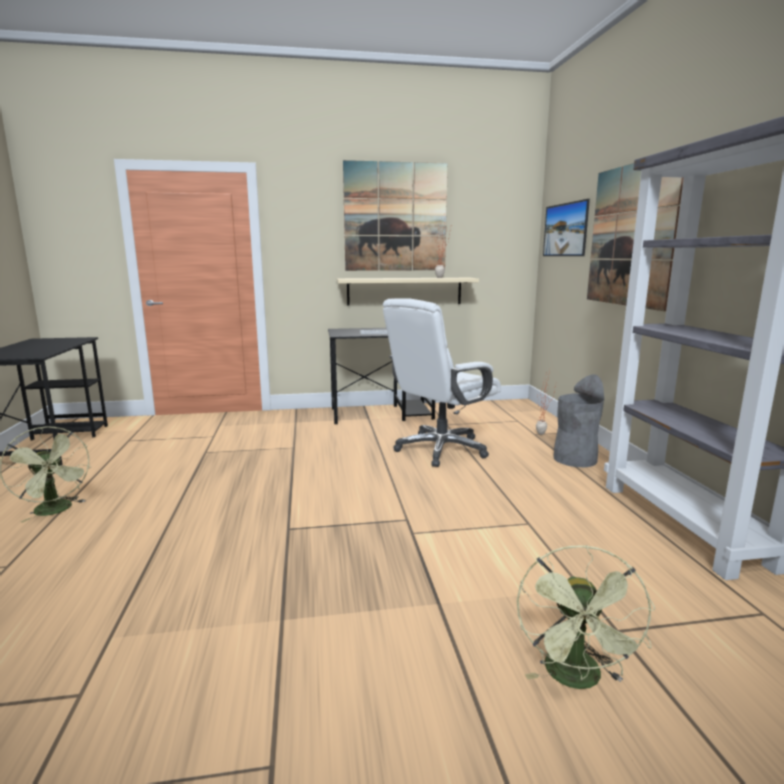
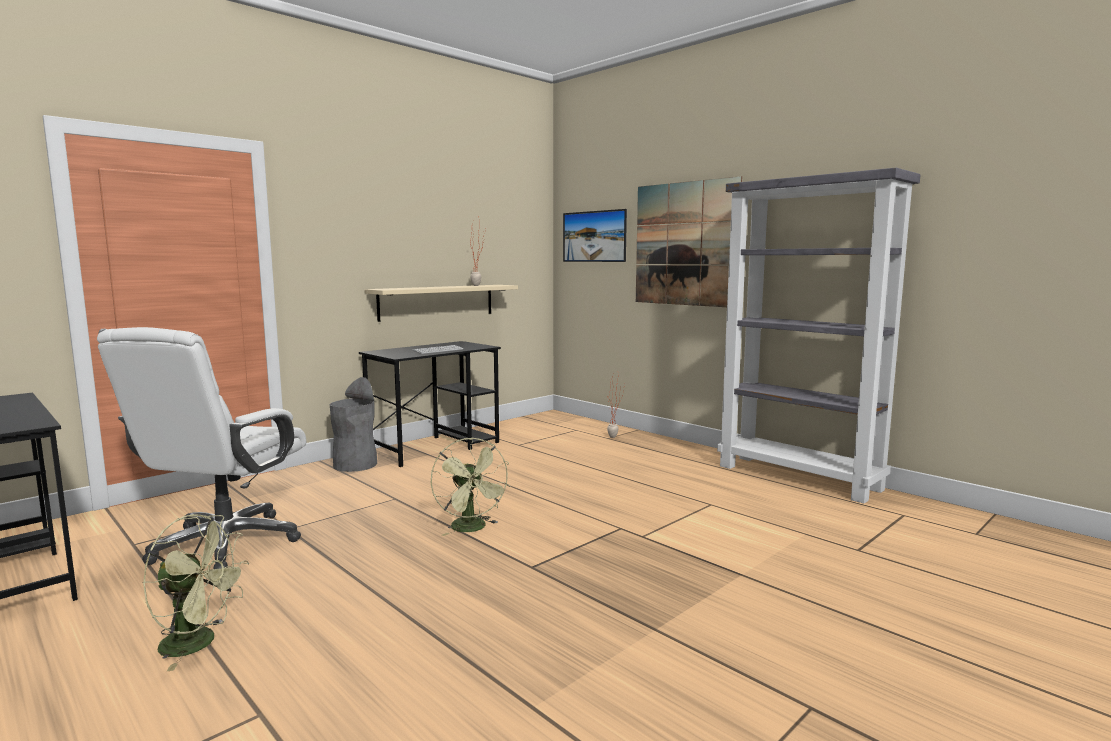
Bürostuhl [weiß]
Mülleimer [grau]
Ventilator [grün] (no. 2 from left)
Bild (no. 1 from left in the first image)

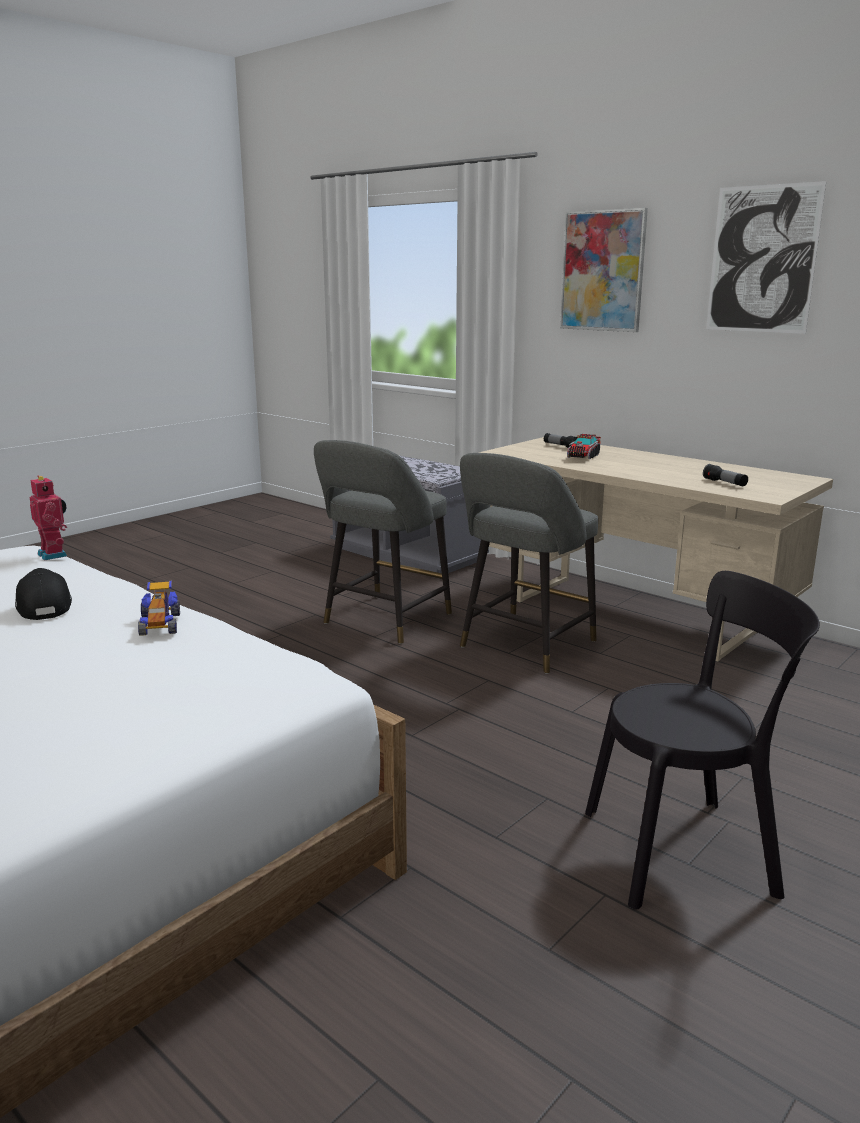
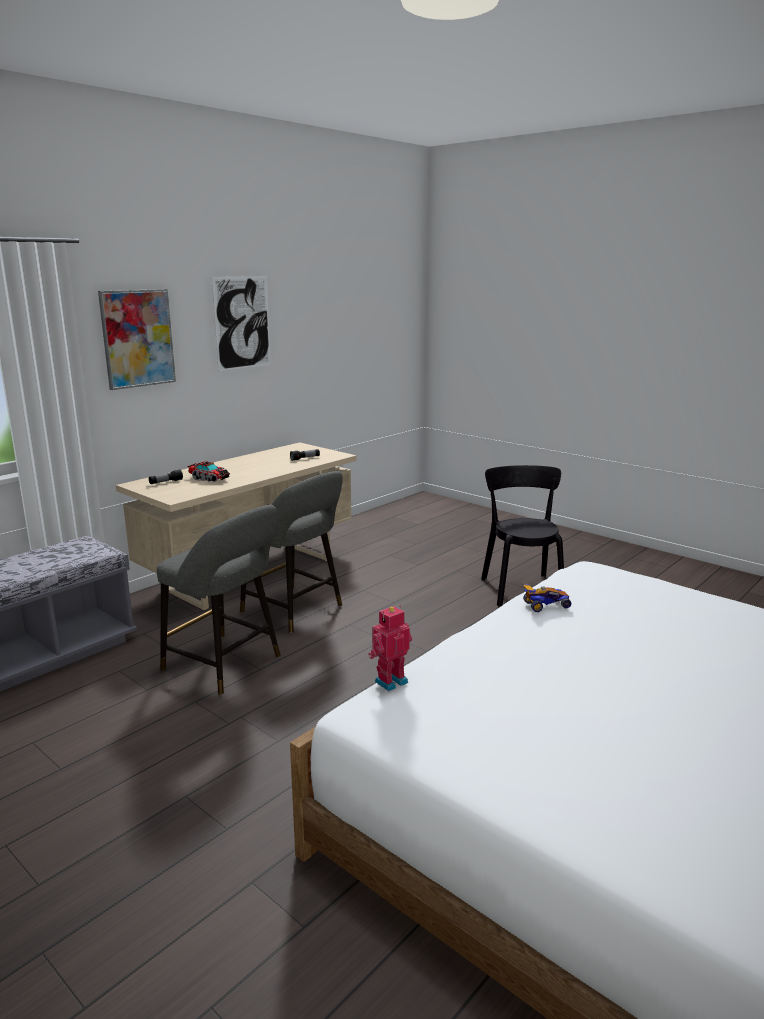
Kappe [schwarz]

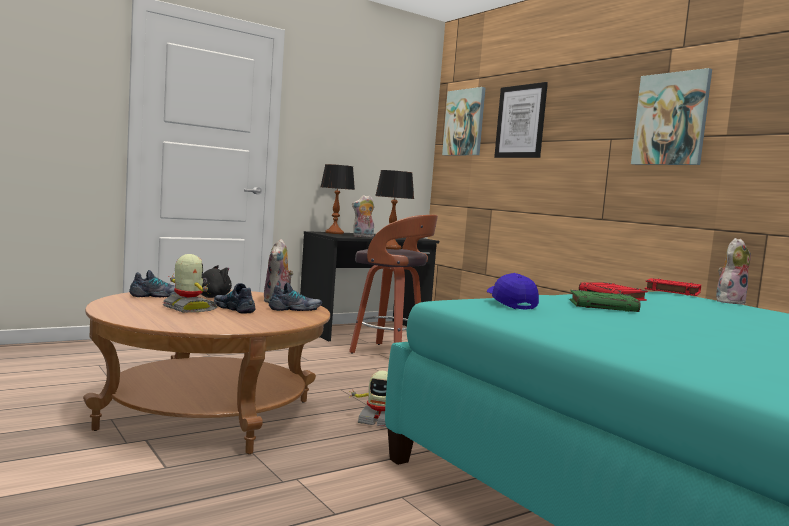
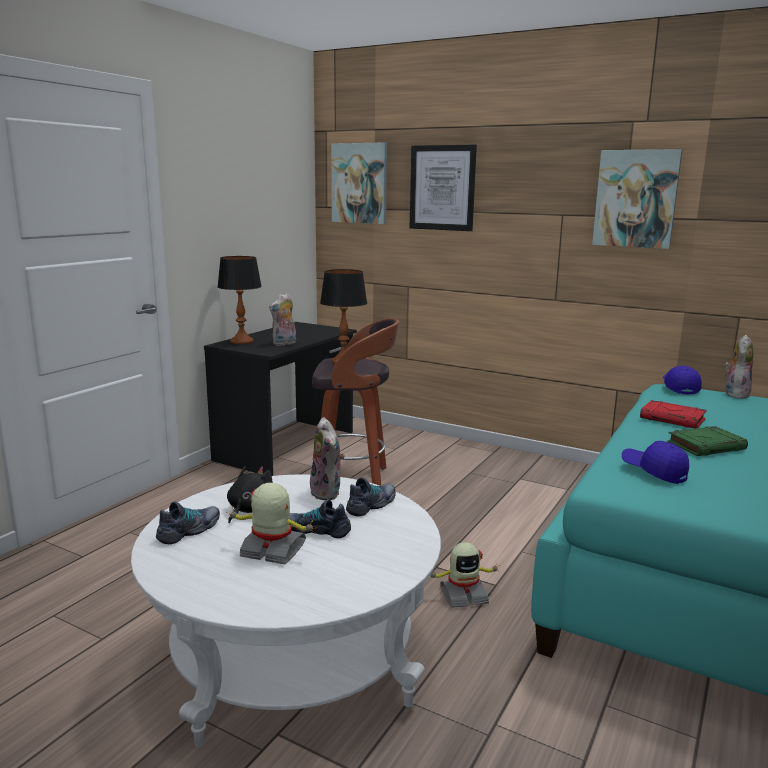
Couchtisch [weiß]
Kappe [blau] (no. 2 from left)

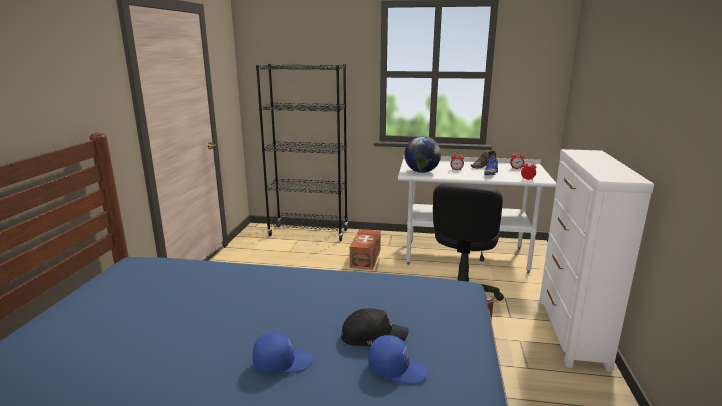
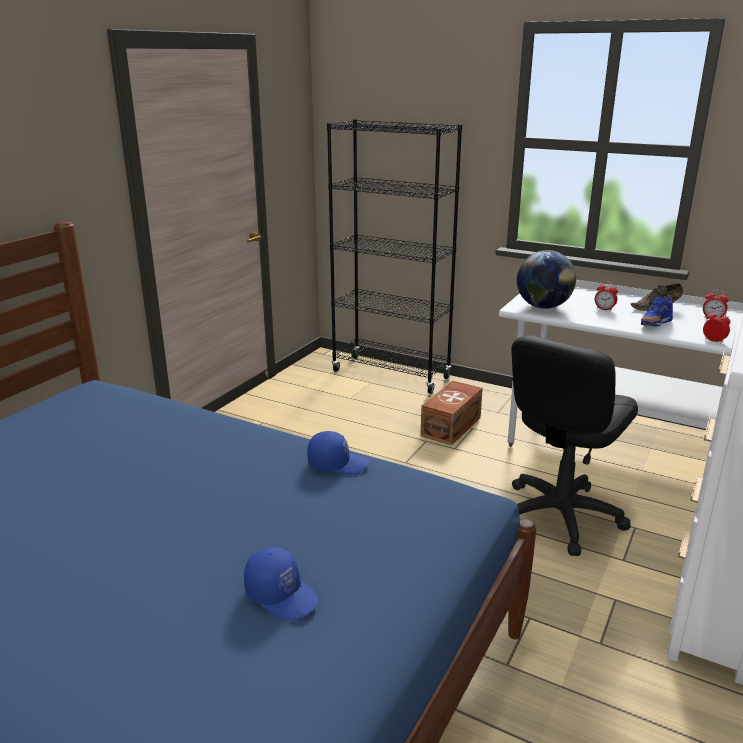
Kappe [blau] (no. 2 from left)
Kappe [schwarz]

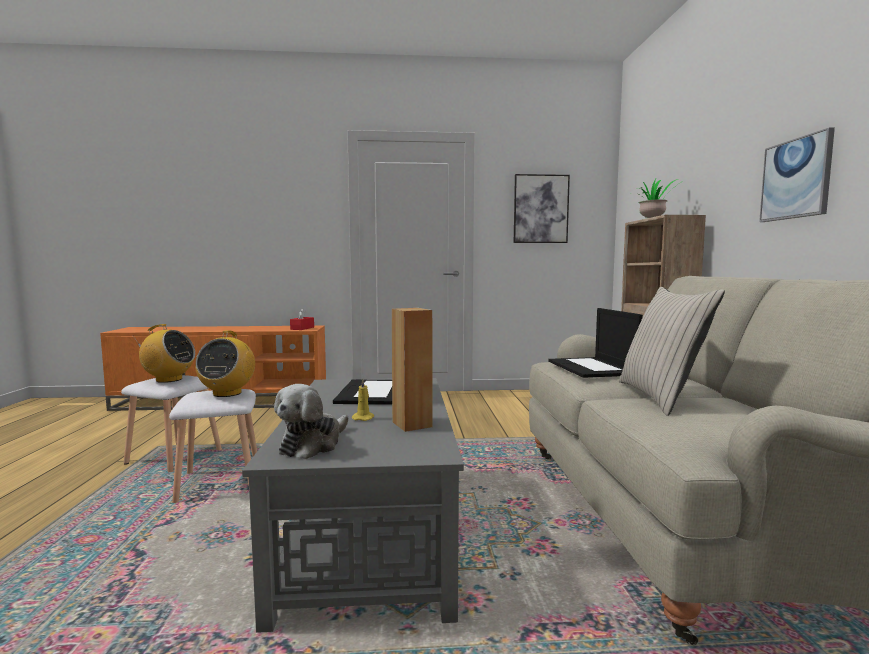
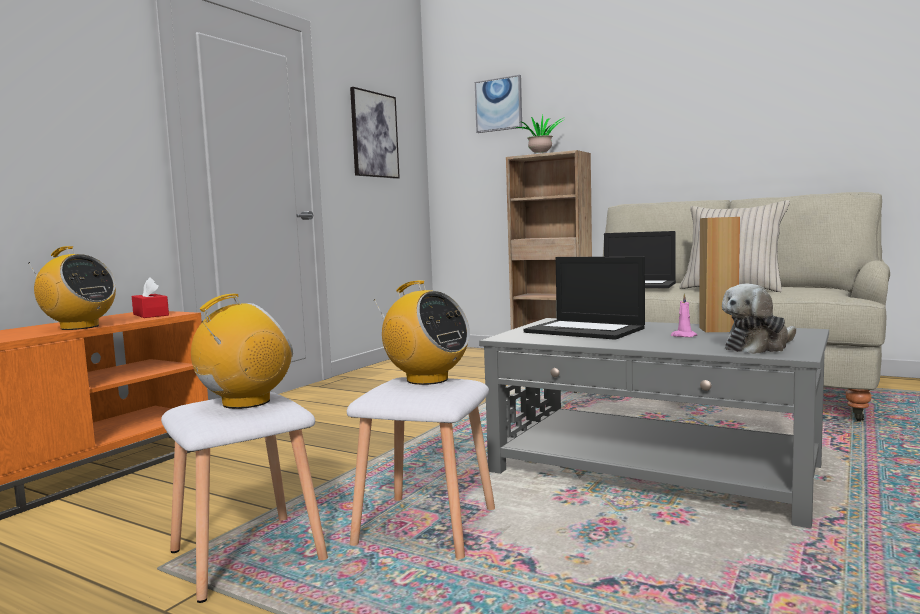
Radio (no. 1 from left)
Bild (no. 2 from left)
Kerze [rosa]
Plüschtier

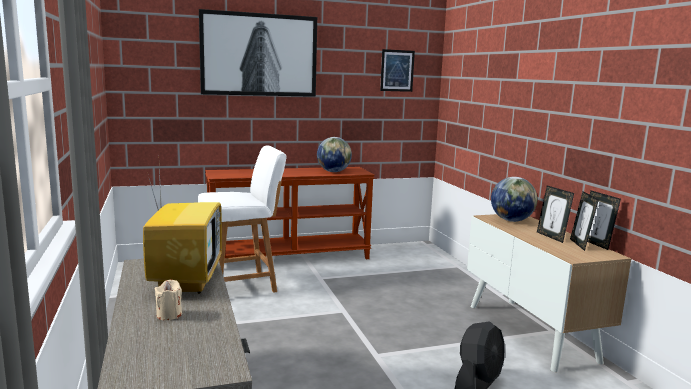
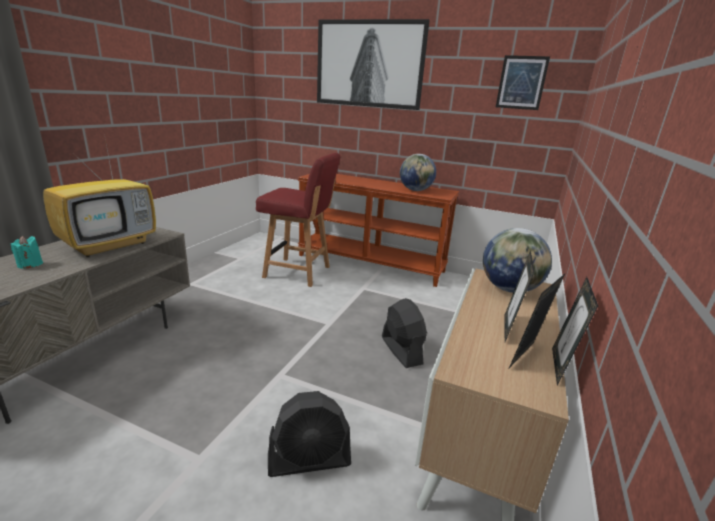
Kerze [türkis]
Stuhl [rot]
Ventilator [schwarz] (no. 2 from left)

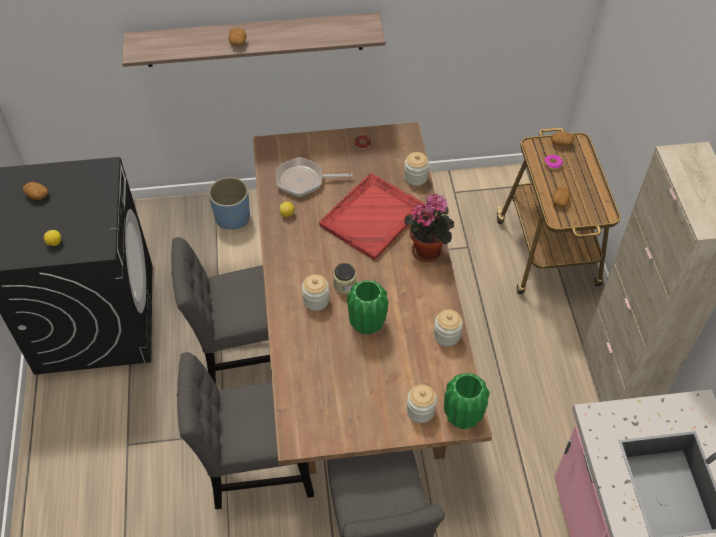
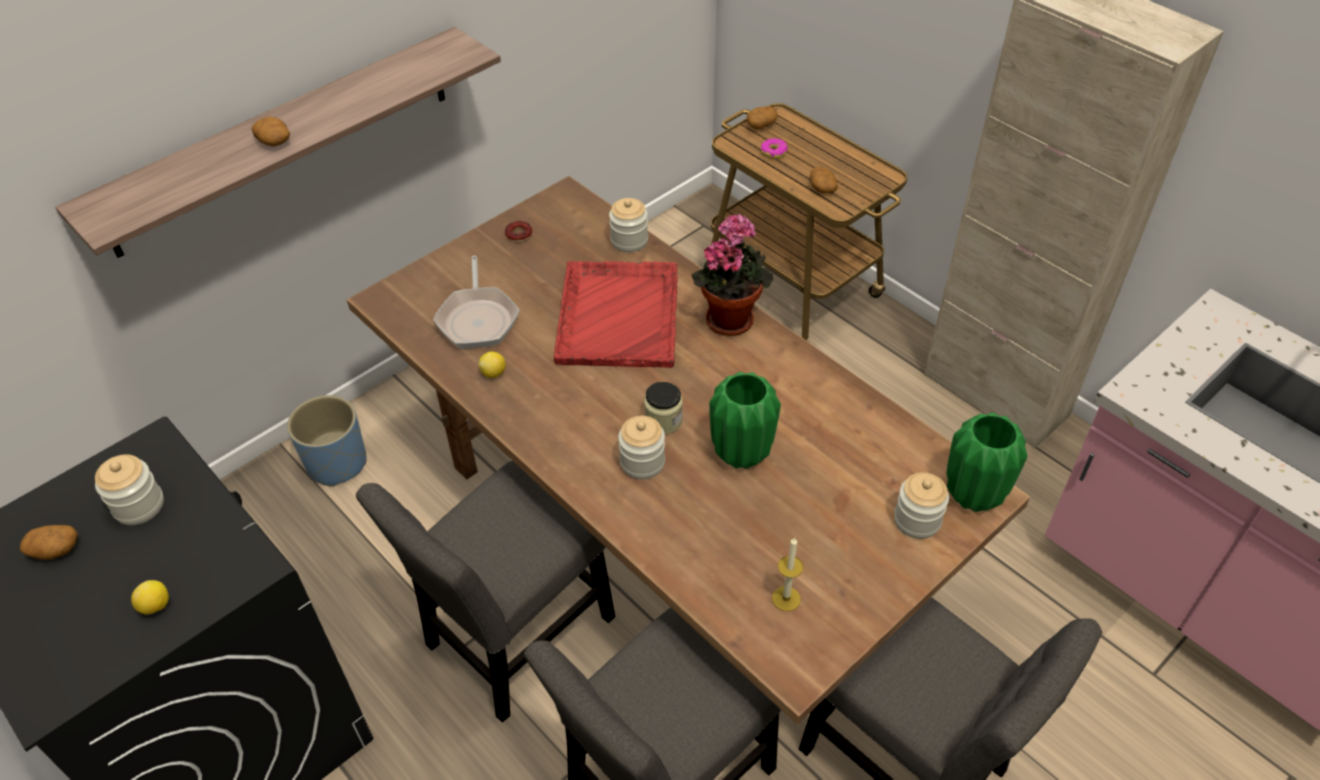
Vorratsglas (no. 1 from left)
Pfanne
Kerze

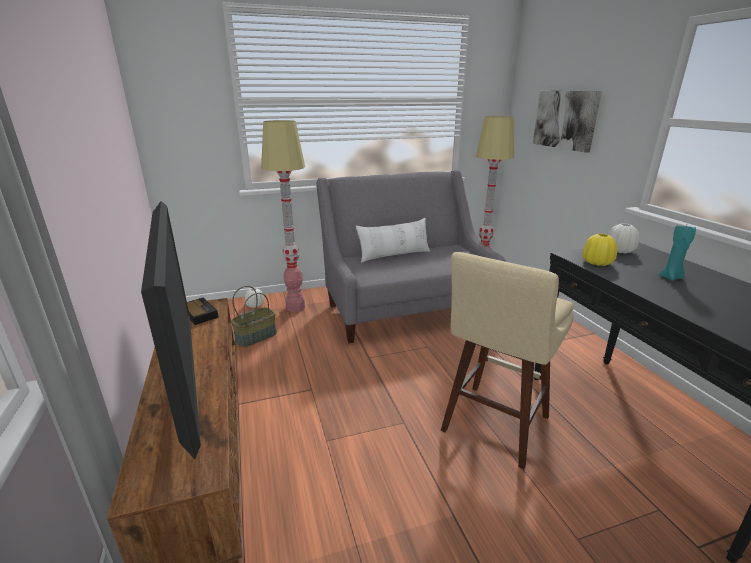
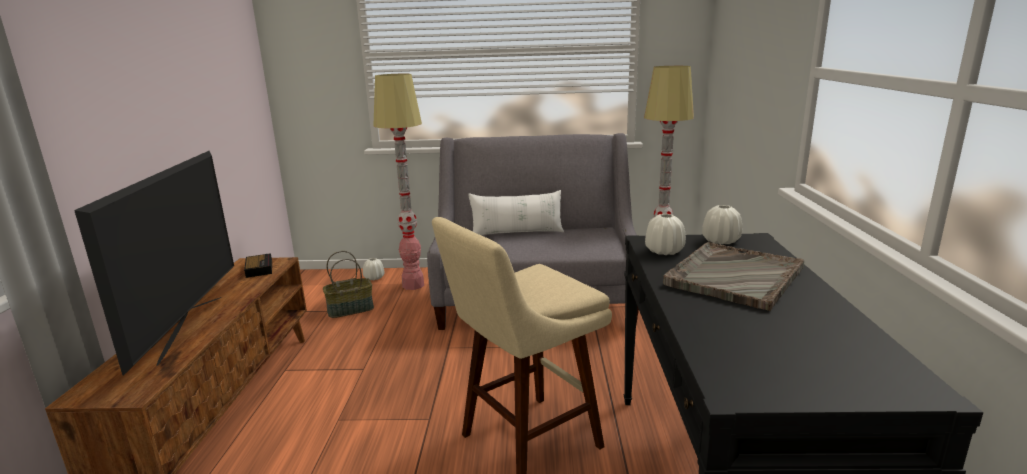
Vase [weiß] (no. 2 from left)
Tablett [grau]
Bild

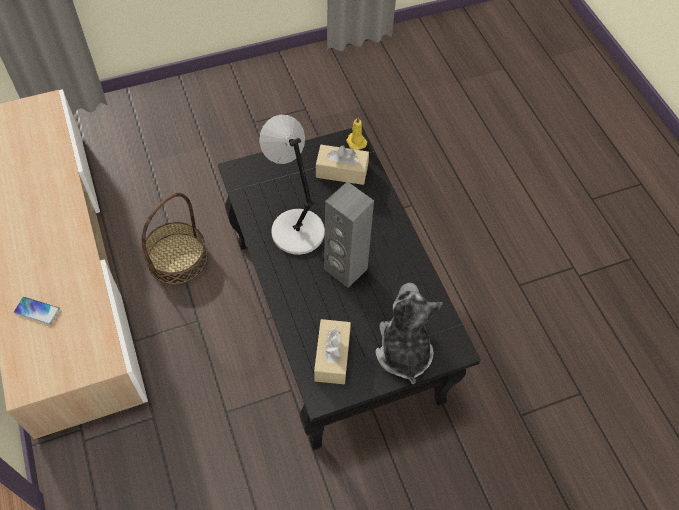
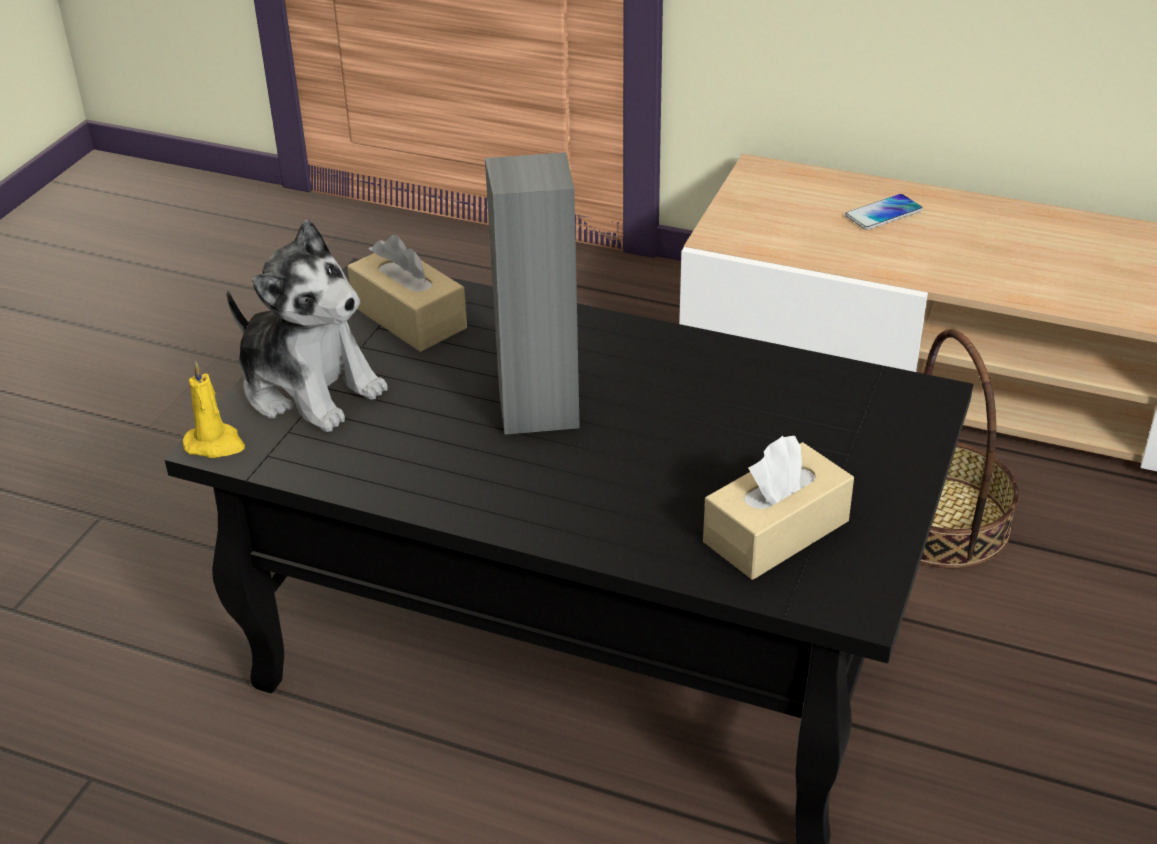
Kerze [gelb]
Tischlampe [grau]

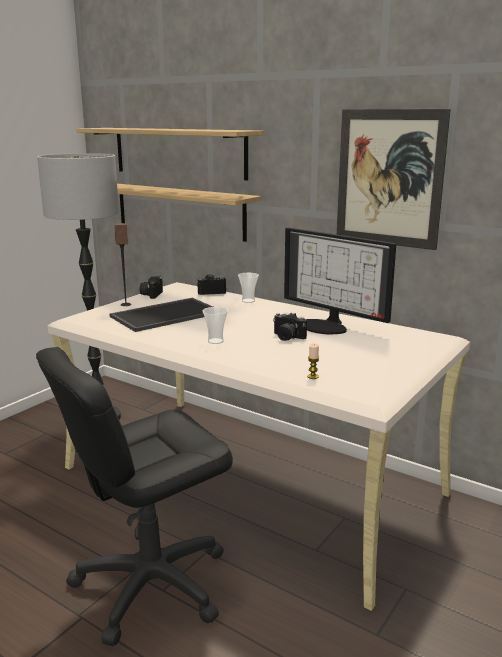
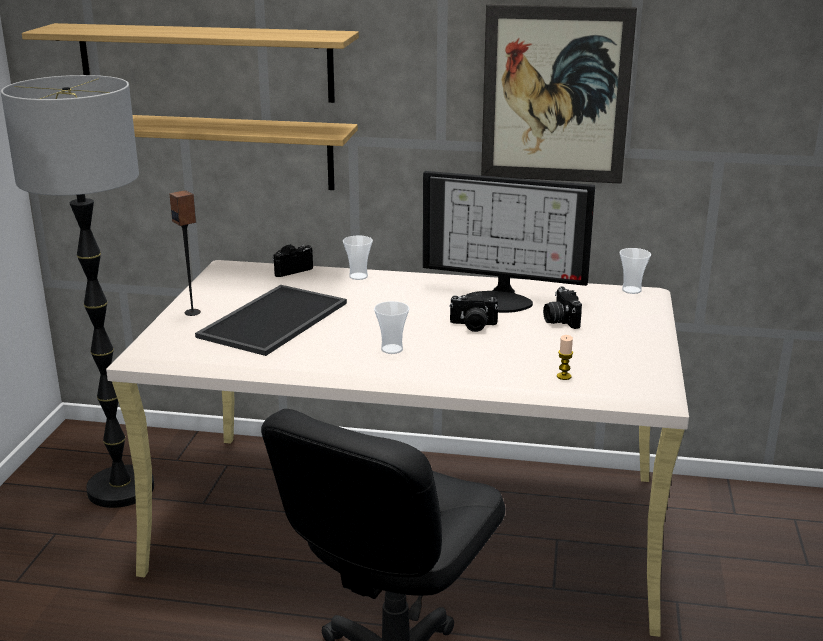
Kamera (no. 3 from left)
Tasse (no. 3 from left)

